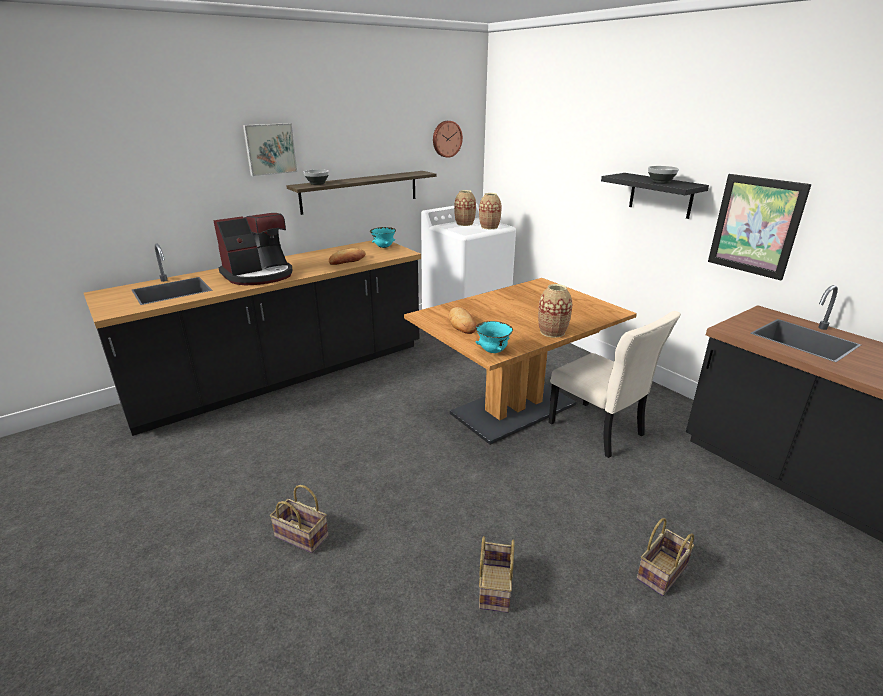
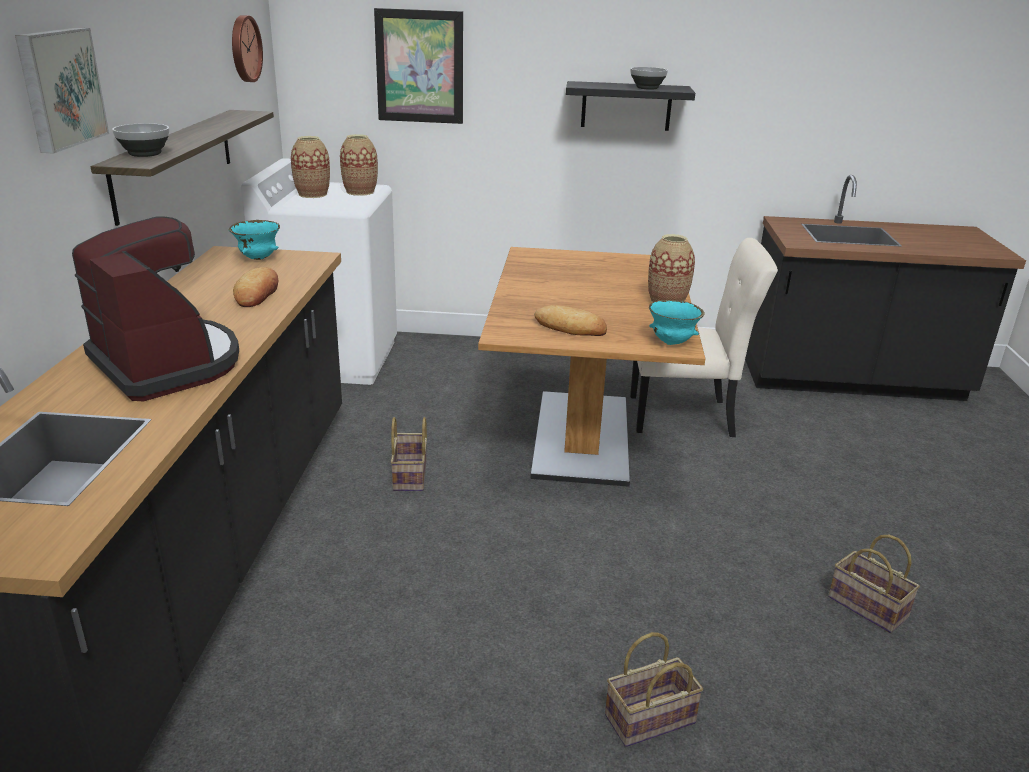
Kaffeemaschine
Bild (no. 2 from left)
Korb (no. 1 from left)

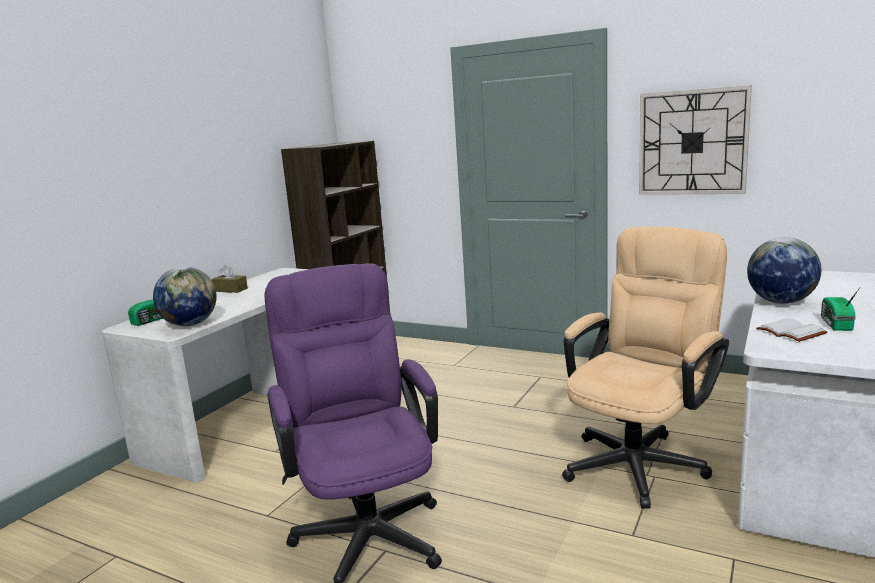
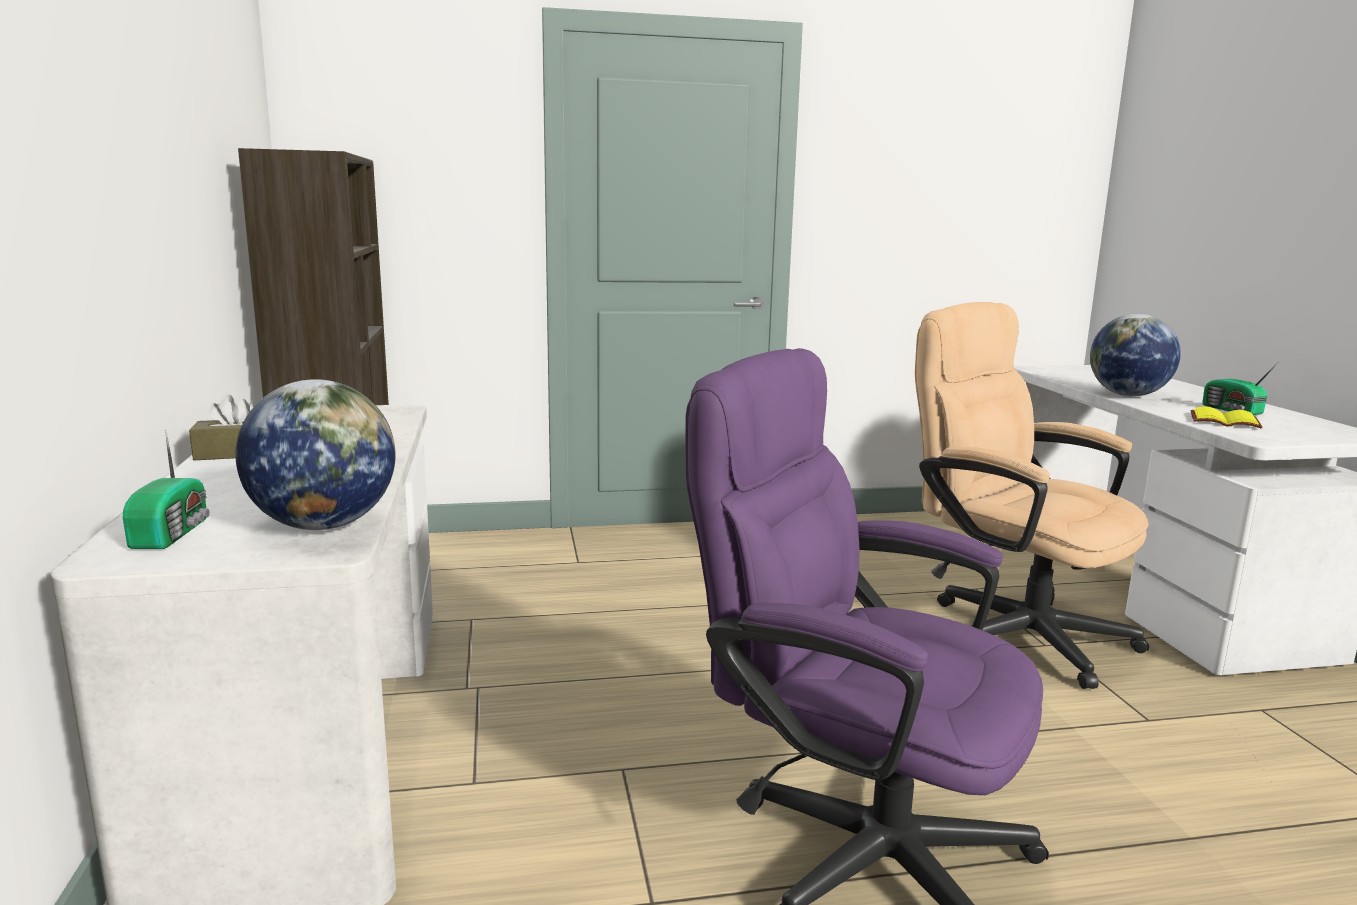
Bürostuhl [beige]
Buch [gelb]
Wanduhr

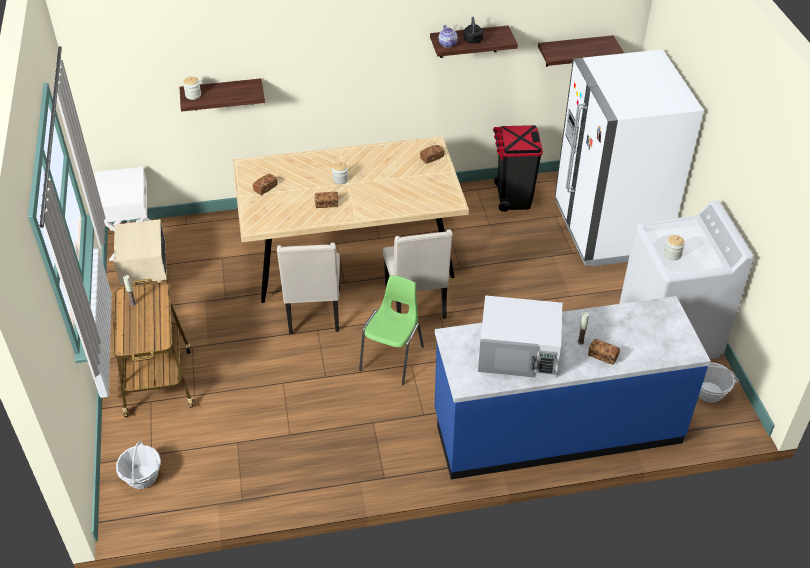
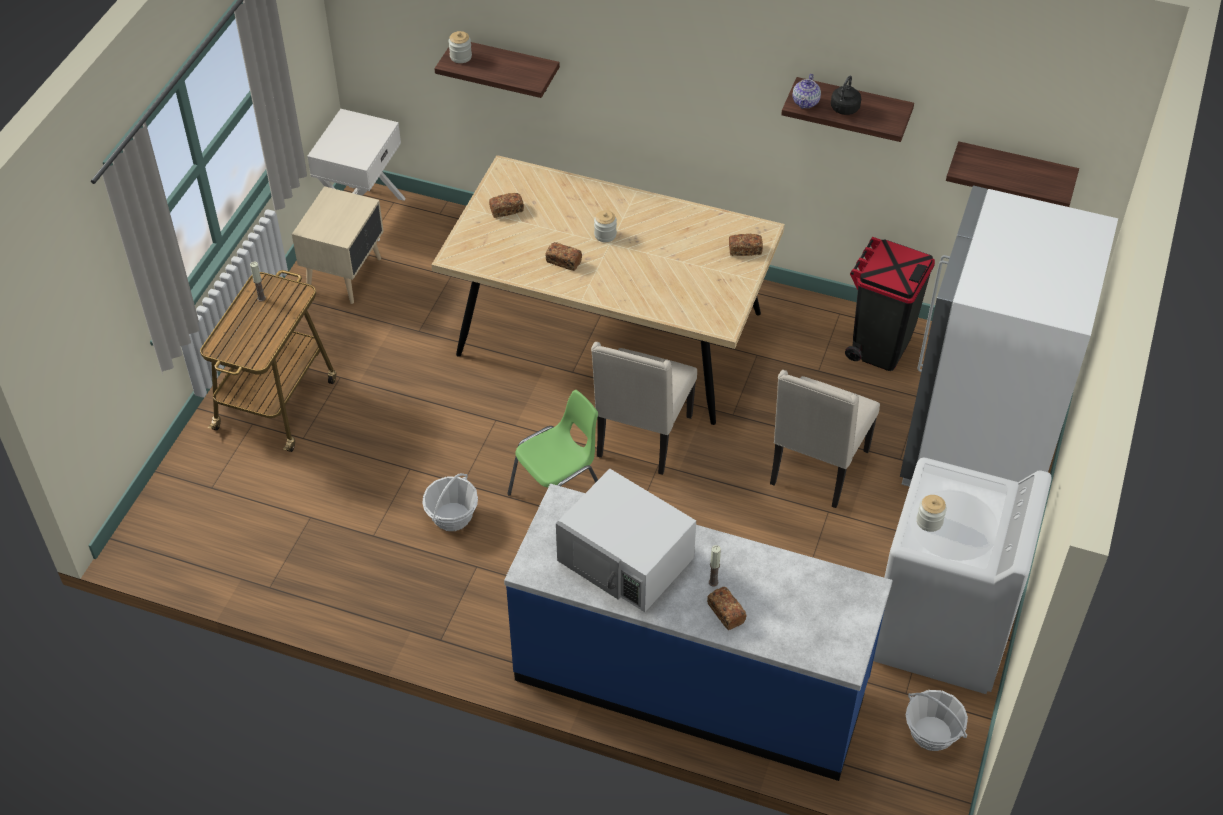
Korb (no. 1 from left)
Stuhl [beige] (no. 2 from left)

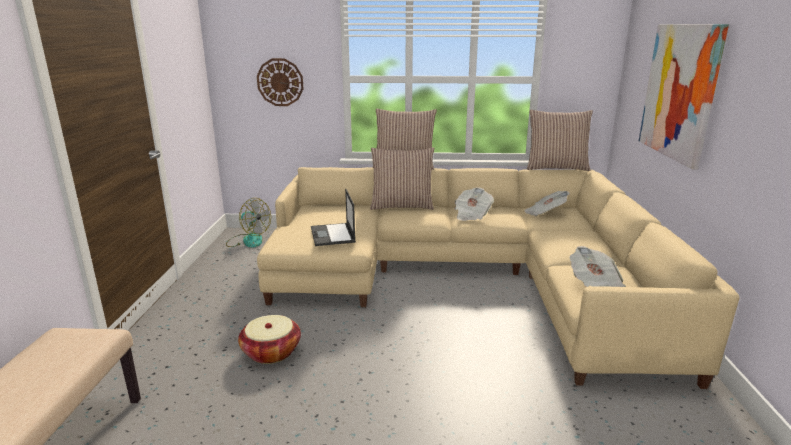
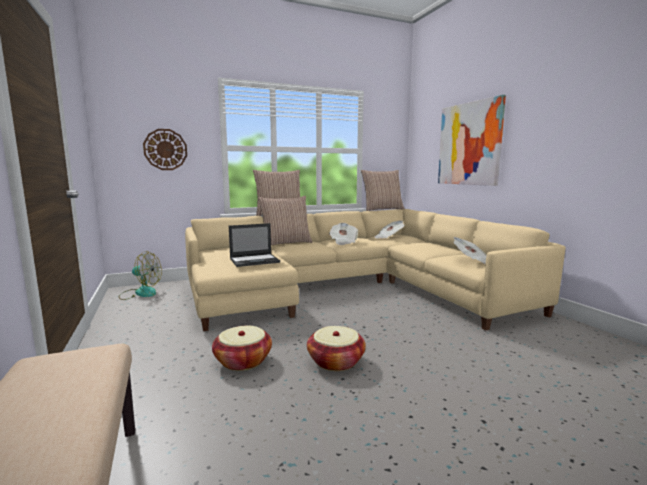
Laptop
Korb (no. 2 from left)

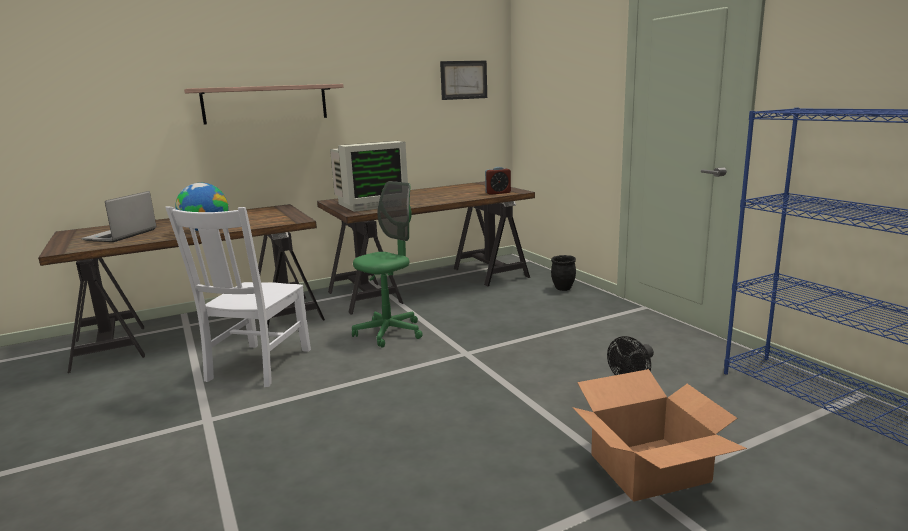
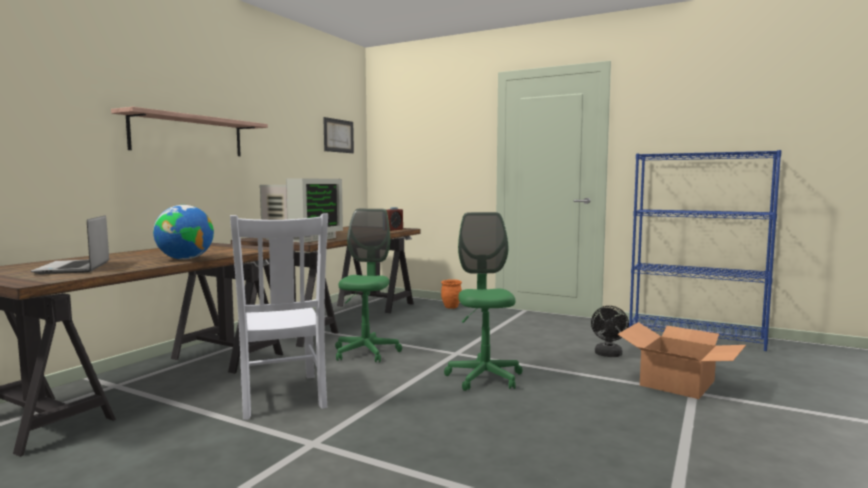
Pflanzkübel [orange]
Bürostuhl [grün] (no. 2 from left)

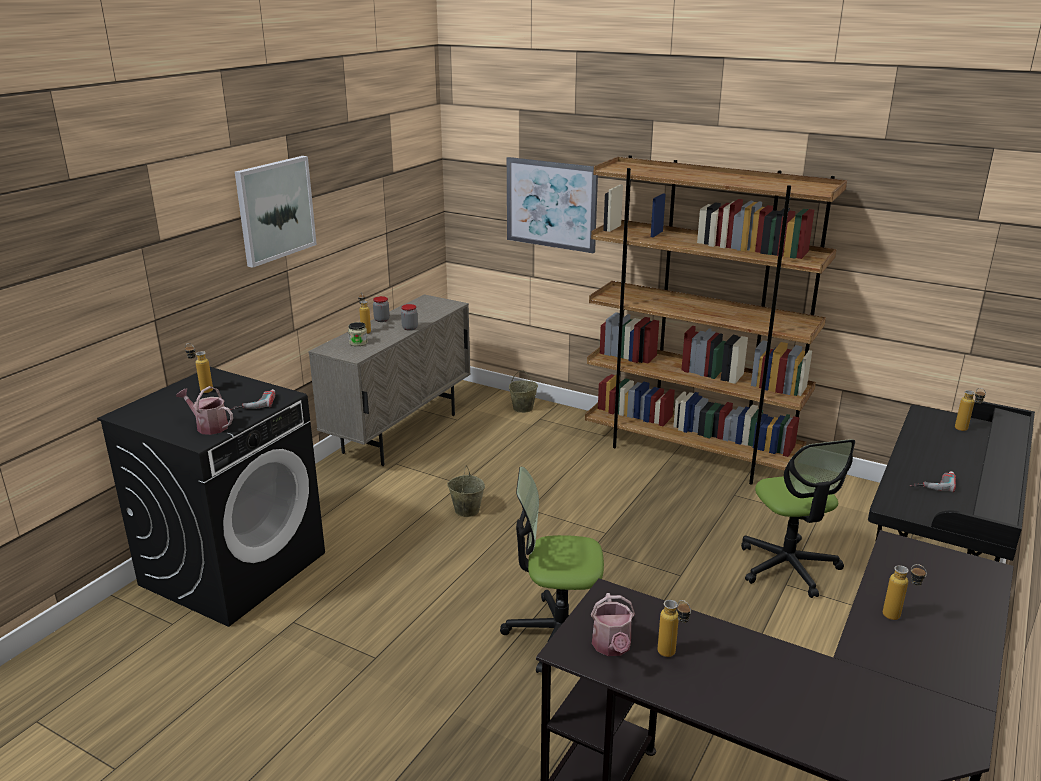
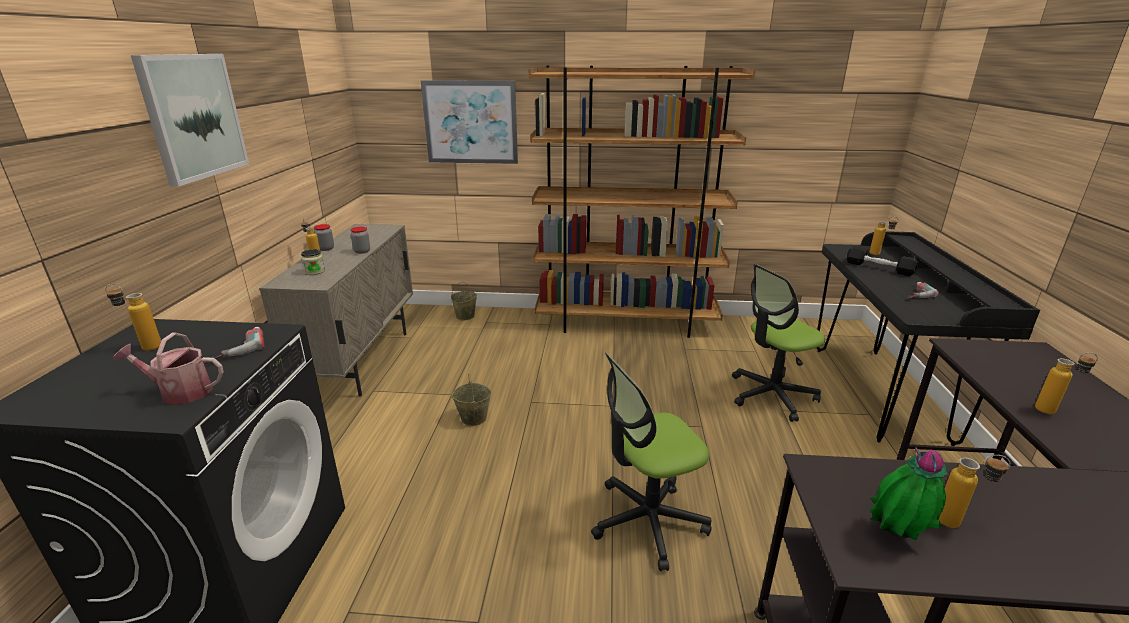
Bürostuhl (no. 2 from left)
Hantel [schwarz]
Topfpflanze

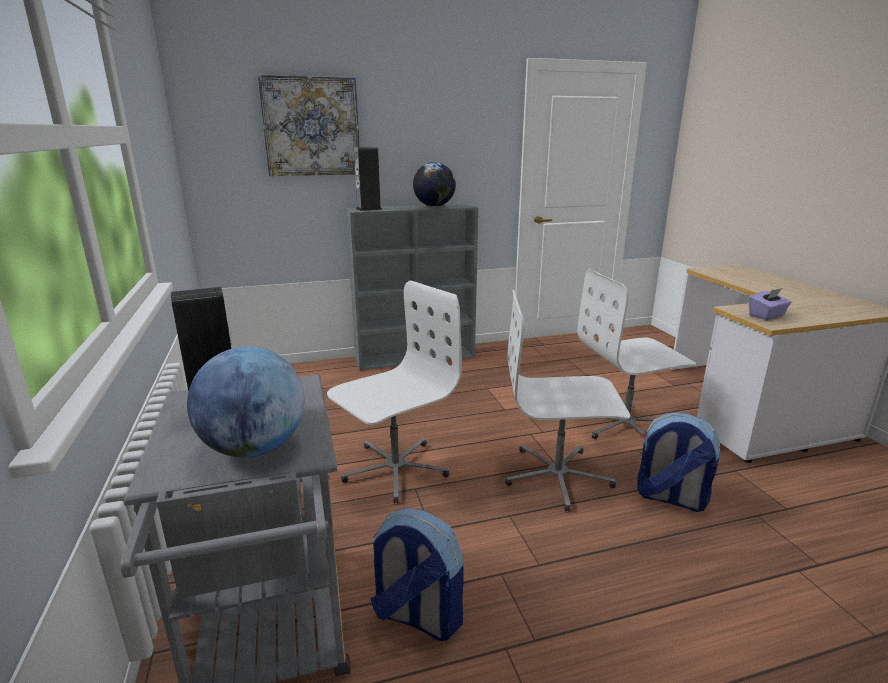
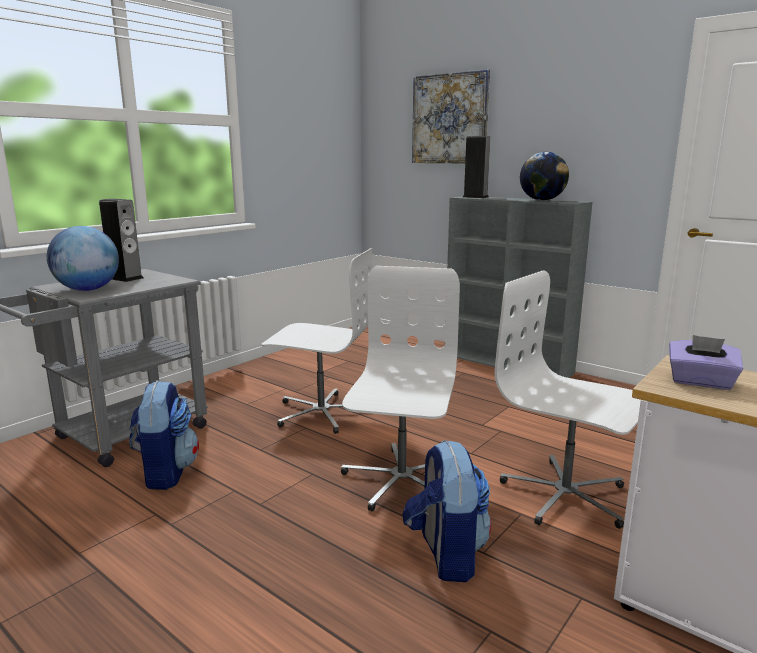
Bürostuhl [weiß] (no. 2 from left)

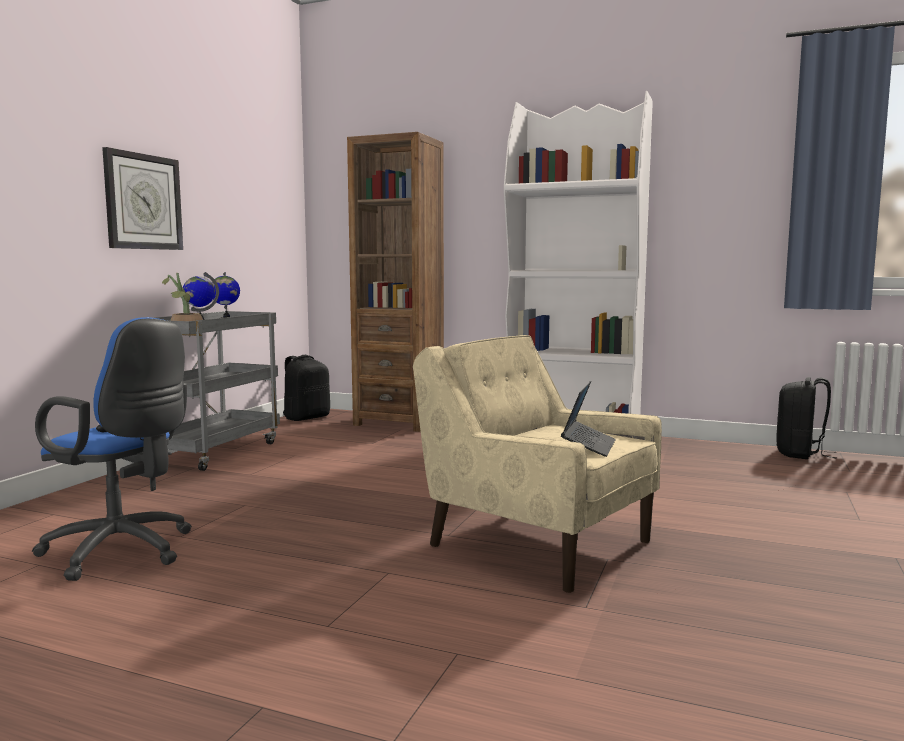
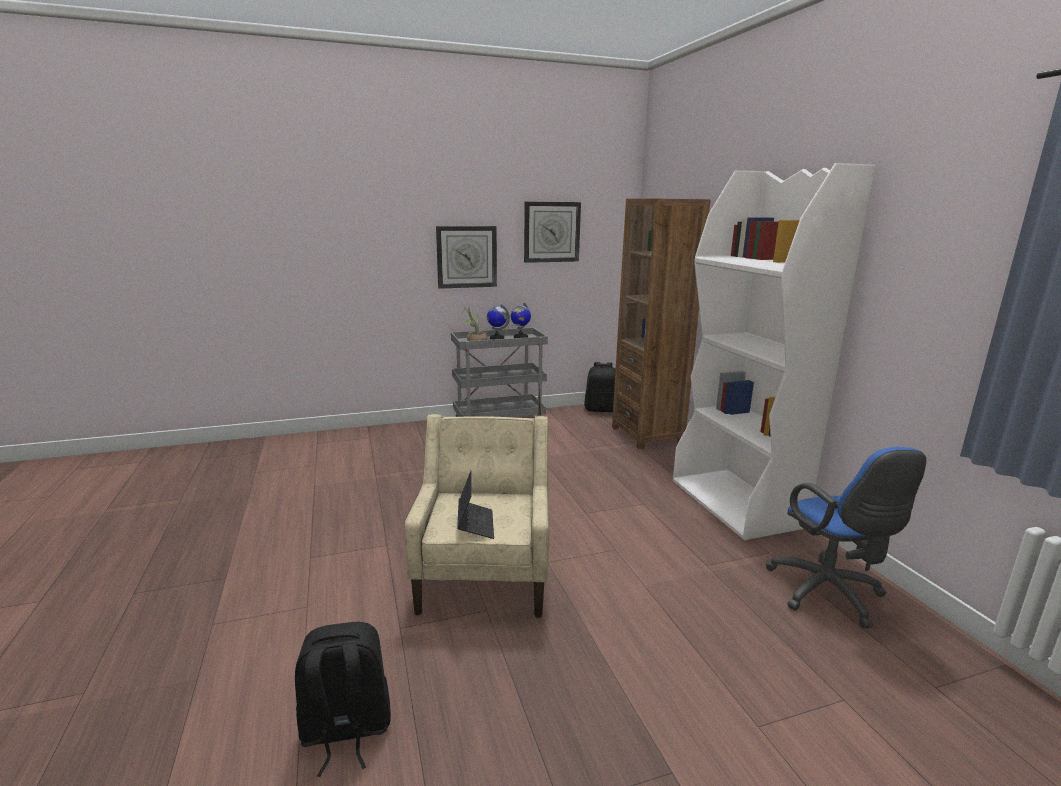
Rucksack [schwarz] (no. 1 from left)
Laptop
Wanduhr (no. 2 from left)
Bürostuhl [blau]

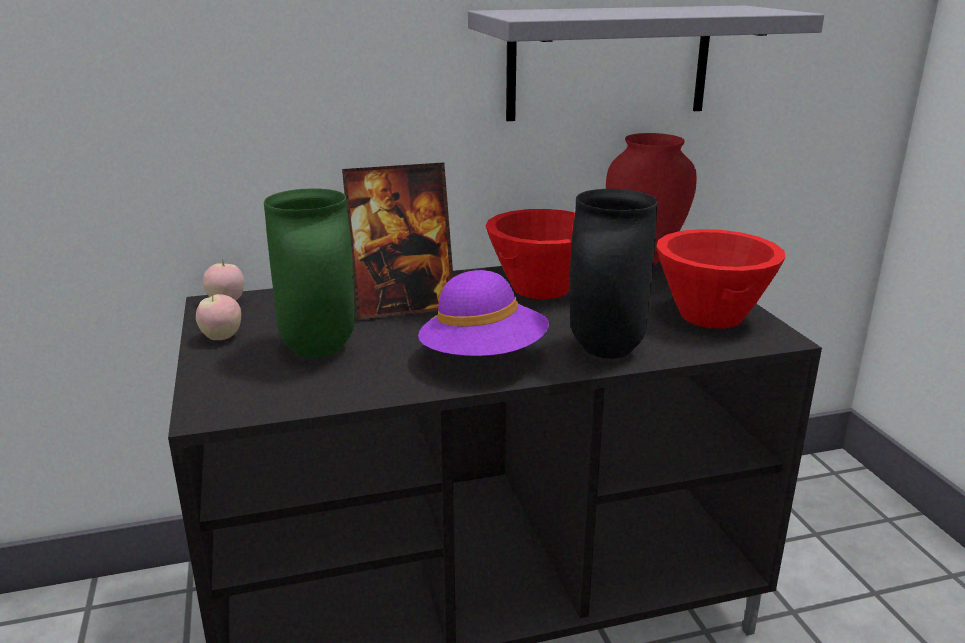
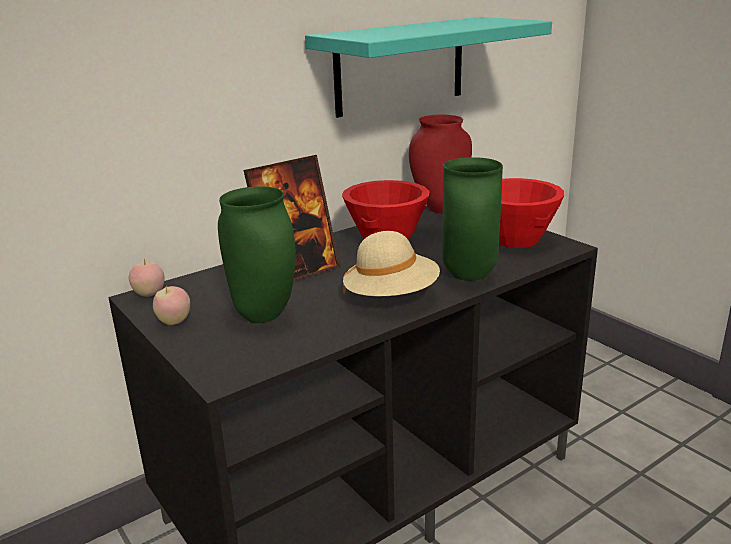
Wandregal [türkis]
Hut [beige]
Vase [grün] (no. 2 from left)

